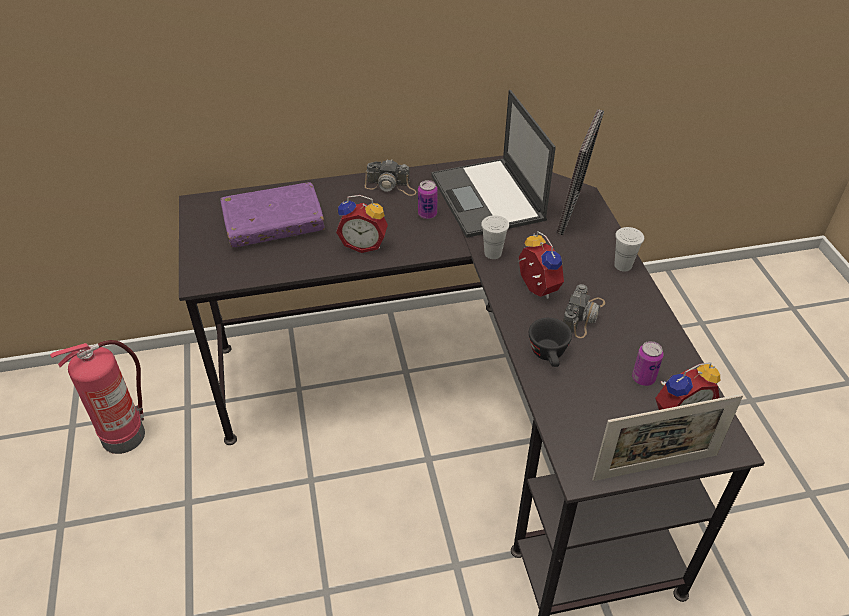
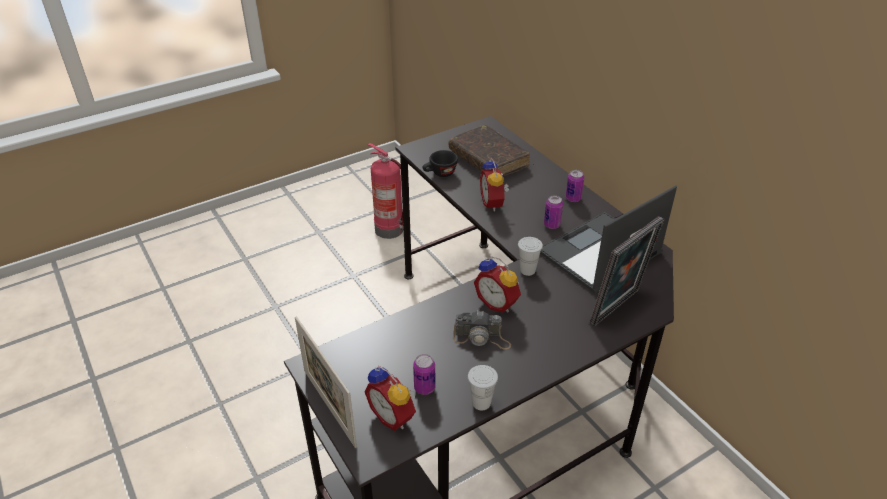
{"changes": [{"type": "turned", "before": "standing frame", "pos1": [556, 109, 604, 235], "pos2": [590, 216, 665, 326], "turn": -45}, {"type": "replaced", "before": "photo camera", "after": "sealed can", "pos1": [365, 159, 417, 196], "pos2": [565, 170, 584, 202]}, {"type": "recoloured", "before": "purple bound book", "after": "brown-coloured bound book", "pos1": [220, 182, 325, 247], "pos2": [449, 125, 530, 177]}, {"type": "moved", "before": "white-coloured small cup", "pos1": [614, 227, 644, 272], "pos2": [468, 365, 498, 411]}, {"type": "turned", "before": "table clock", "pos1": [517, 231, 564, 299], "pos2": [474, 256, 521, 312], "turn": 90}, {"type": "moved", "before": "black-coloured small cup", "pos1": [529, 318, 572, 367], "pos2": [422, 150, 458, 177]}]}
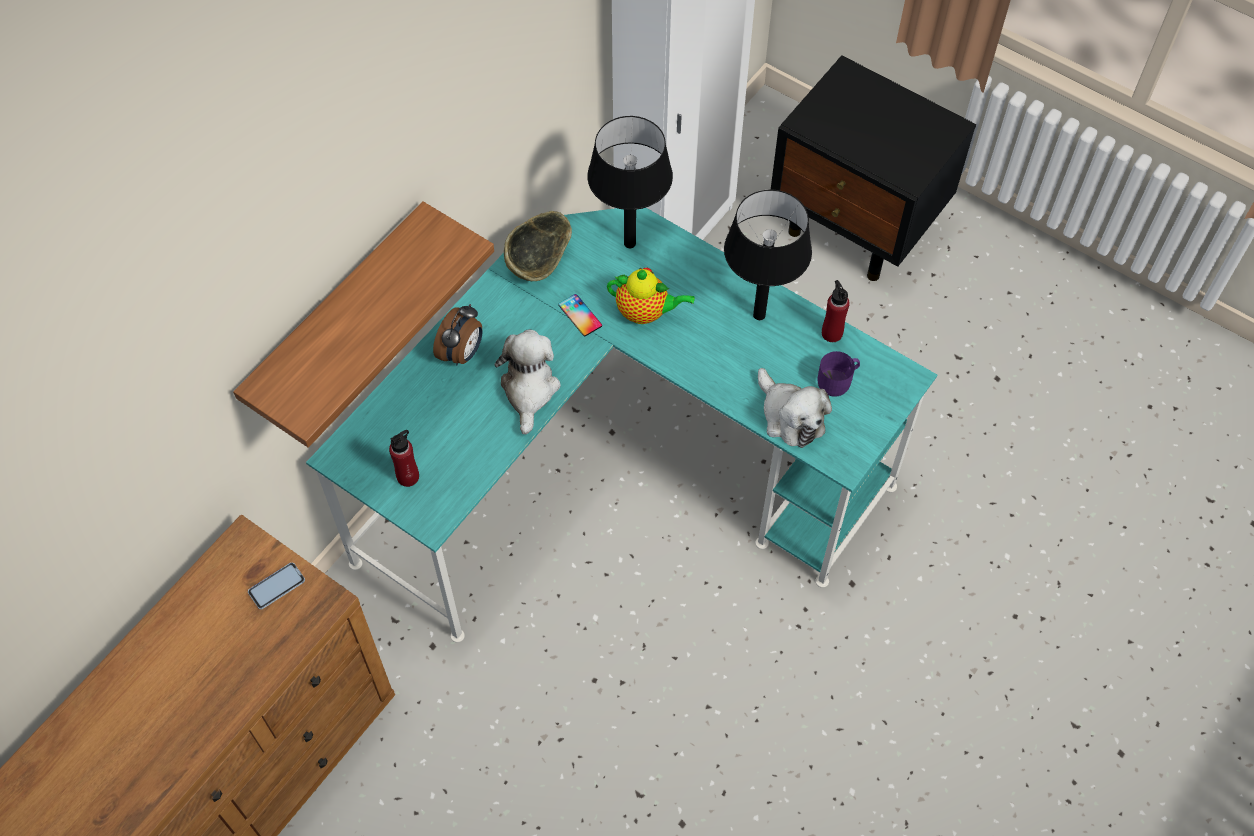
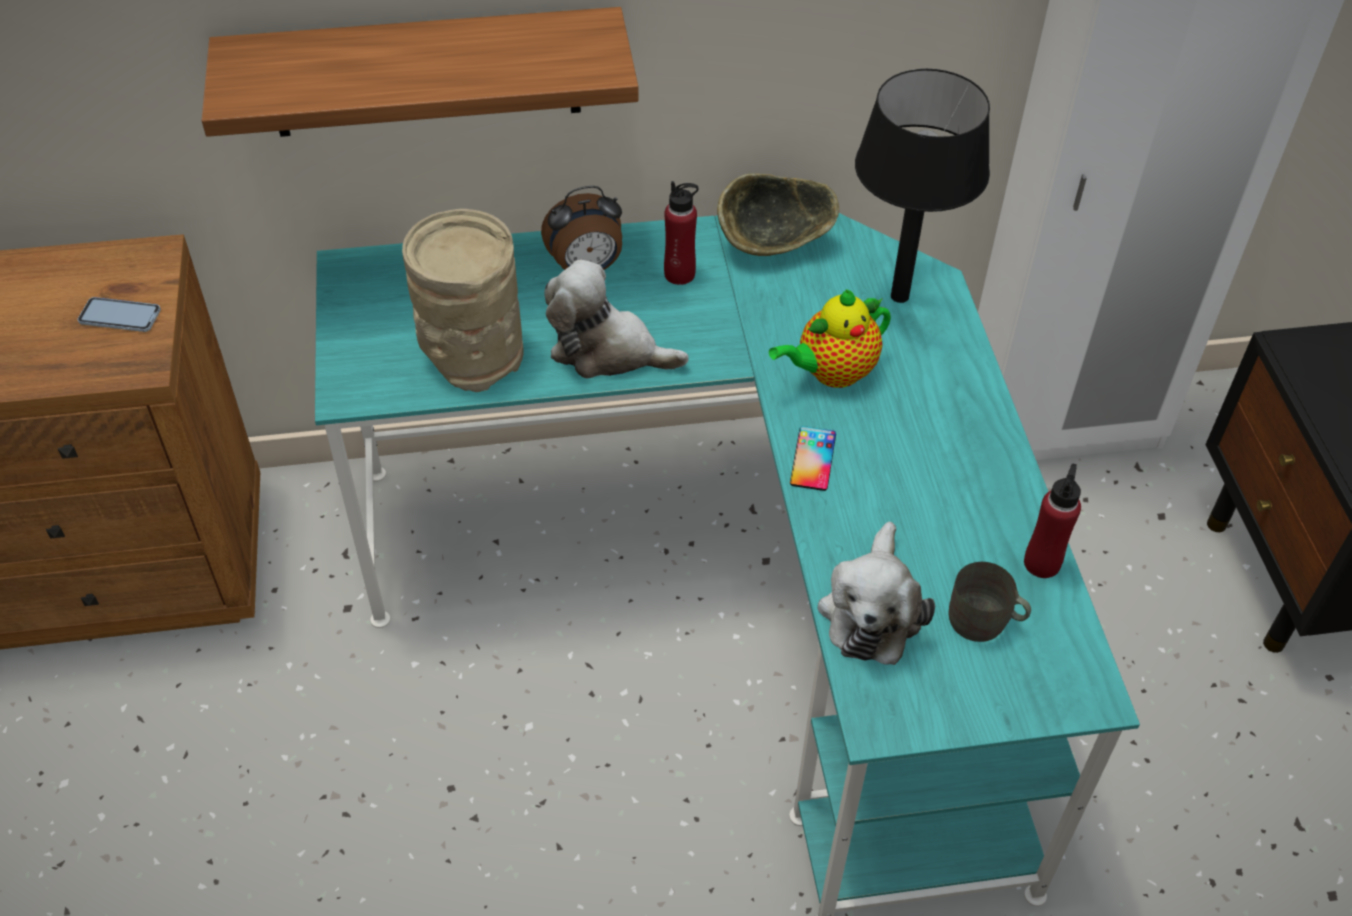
{"changes": [{"type": "removed", "before": "black-coloured tabletop lamp", "pos1": [724, 190, 812, 320]}, {"type": "turned", "before": "teapot", "pos1": [607, 268, 695, 324], "pos2": [769, 289, 891, 388], "turn": 90}, {"type": "moved", "before": "phone", "pos1": [558, 294, 602, 336], "pos2": [790, 426, 836, 491]}, {"type": "turned", "before": "cuddly toy", "pos1": [494, 329, 561, 435], "pos2": [544, 260, 689, 378], "turn": -120}, {"type": "recoloured", "before": "purple tea mug", "after": "greyish tea mug", "pos1": [818, 351, 860, 397], "pos2": [948, 562, 1031, 642]}, {"type": "moved", "before": "red-coloured beverage bottle", "pos1": [389, 430, 419, 487], "pos2": [664, 181, 699, 285]}, {"type": "added", "after": "beige vase", "pos2": [402, 209, 524, 392]}]}
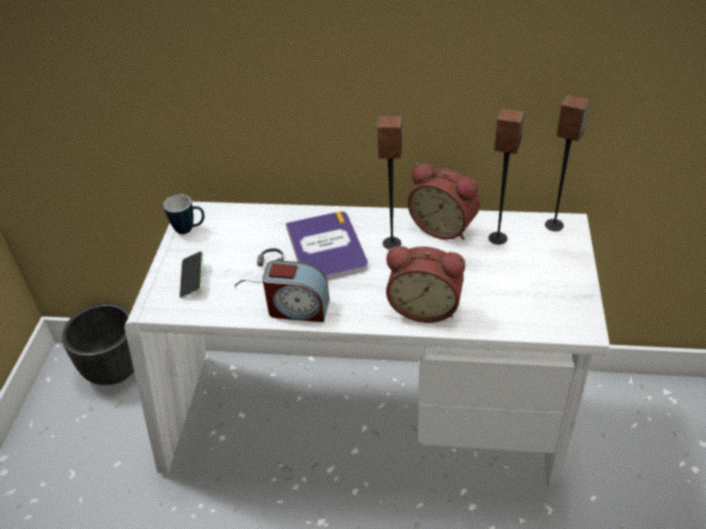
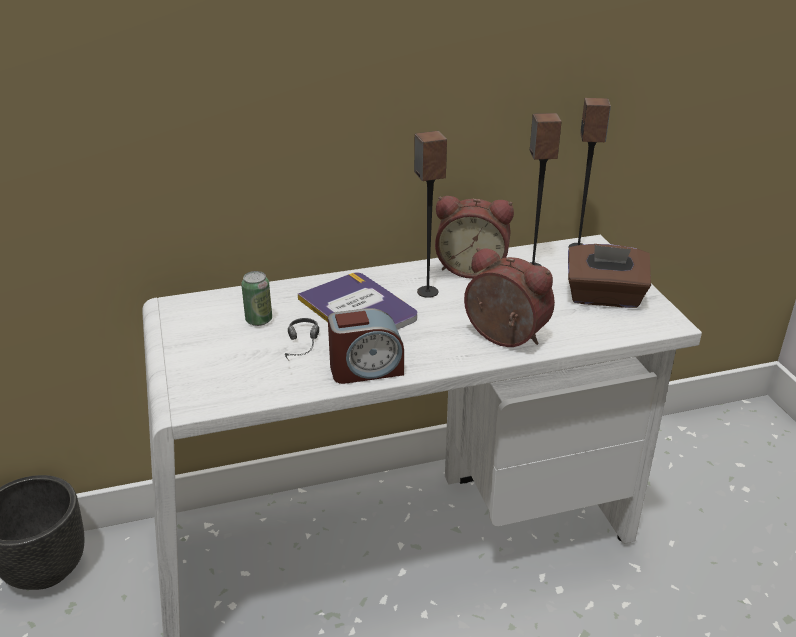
{"changes": [{"type": "removed", "before": "tea mug", "pos1": [163, 195, 204, 234]}, {"type": "turned", "before": "table clock", "pos1": [386, 246, 465, 323], "pos2": [464, 247, 555, 347], "turn": -135}, {"type": "removed", "before": "phone", "pos1": [180, 251, 203, 299]}, {"type": "added", "after": "brown-coloured tissue box", "pos2": [568, 244, 651, 308]}, {"type": "added", "after": "sealed can", "pos2": [241, 271, 272, 326]}]}
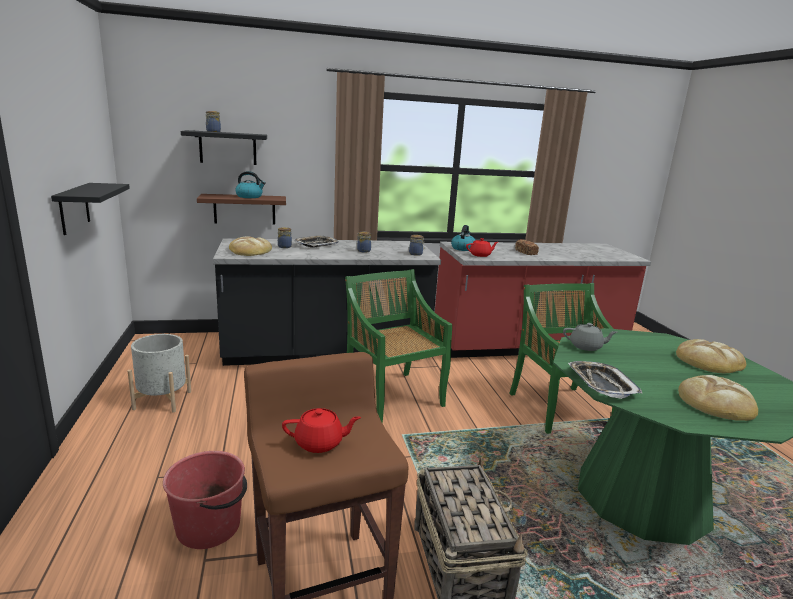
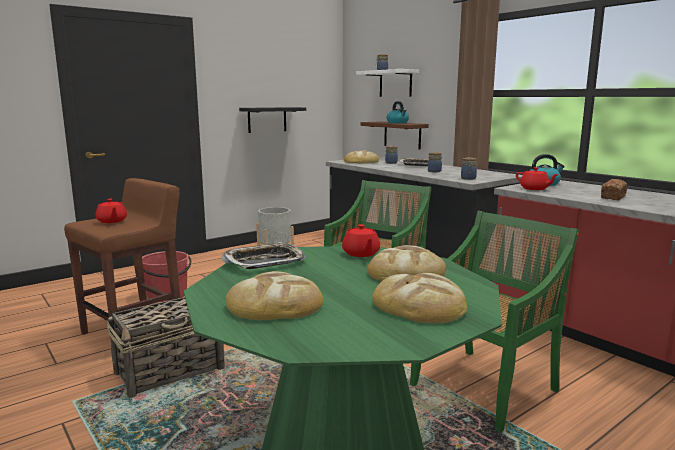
{"changes": [{"type": "recoloured", "before": "black-coloured wall shelf", "after": "white-coloured wall shelf", "pos1": [181, 130, 267, 165], "pos2": [356, 69, 419, 97]}, {"type": "recoloured", "before": "greyish teapot", "after": "red-coloured teapot", "pos1": [563, 323, 618, 351], "pos2": [342, 224, 380, 257]}, {"type": "added", "after": "bakery bread", "pos2": [367, 245, 446, 281]}]}
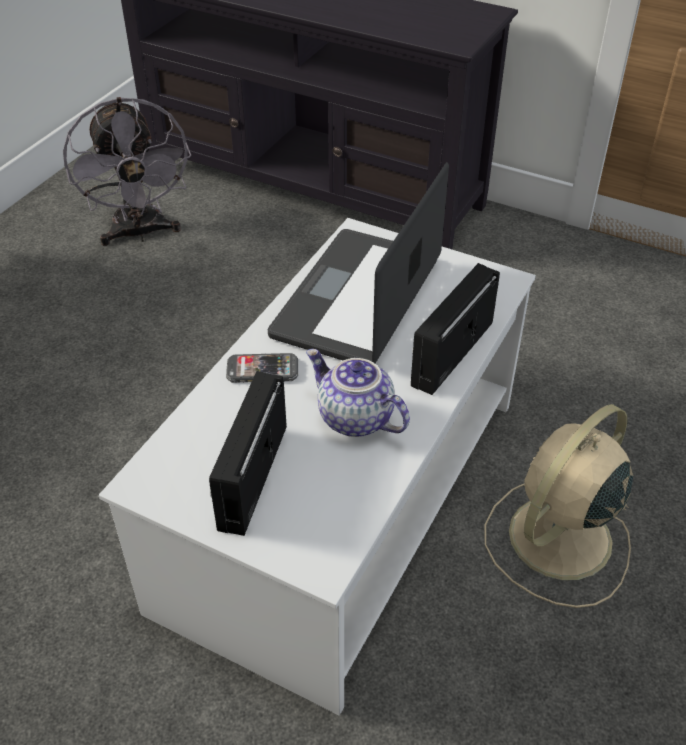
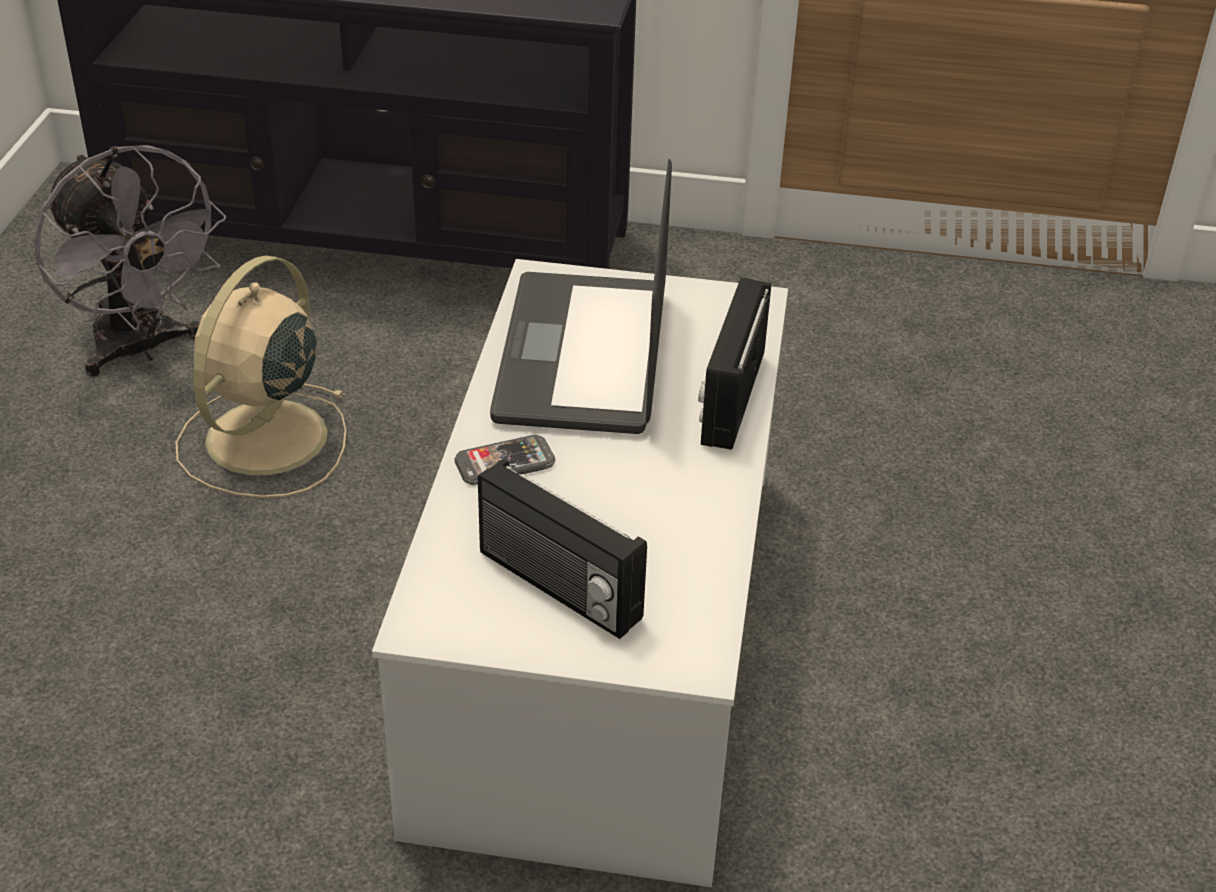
{"changes": [{"type": "removed", "before": "teapot", "pos1": [306, 349, 410, 437]}, {"type": "turned", "before": "radio receiver", "pos1": [209, 371, 287, 536], "pos2": [478, 458, 647, 639], "turn": -45}, {"type": "moved", "before": "beige fan", "pos1": [484, 404, 633, 608], "pos2": [175, 255, 347, 498]}]}
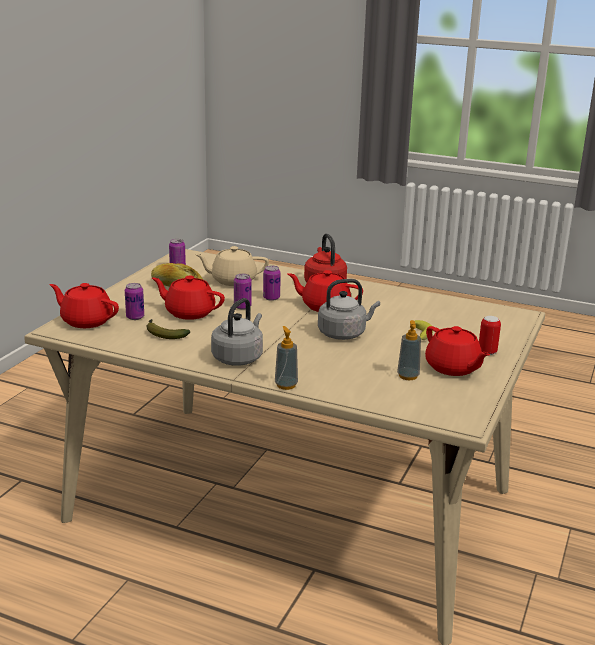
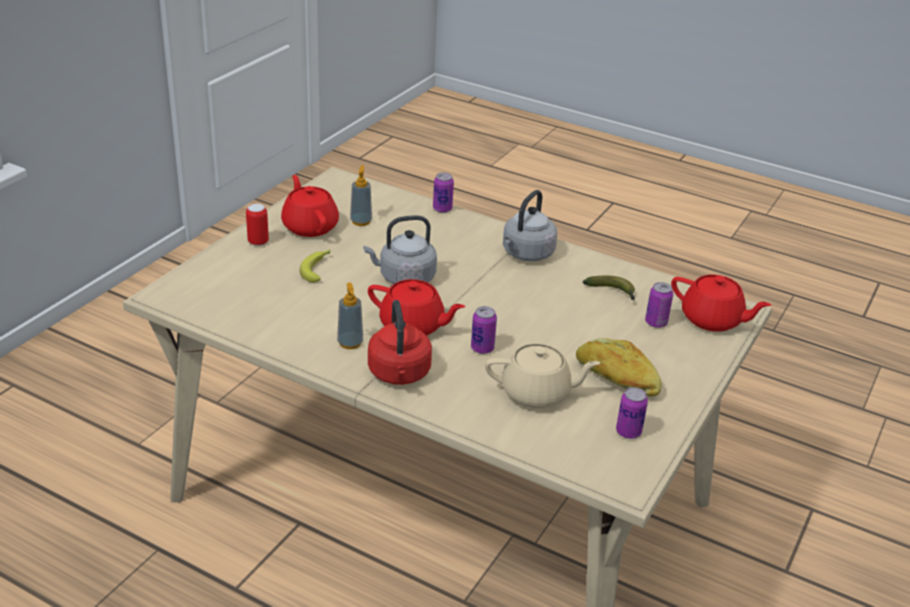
{"changes": [{"type": "moved", "before": "sealed can", "pos1": [234, 274, 252, 310], "pos2": [433, 173, 454, 213]}, {"type": "removed", "before": "red-coloured teapot", "pos1": [152, 276, 225, 320]}, {"type": "moved", "before": "soap bottle", "pos1": [275, 326, 298, 390], "pos2": [337, 283, 363, 349]}]}
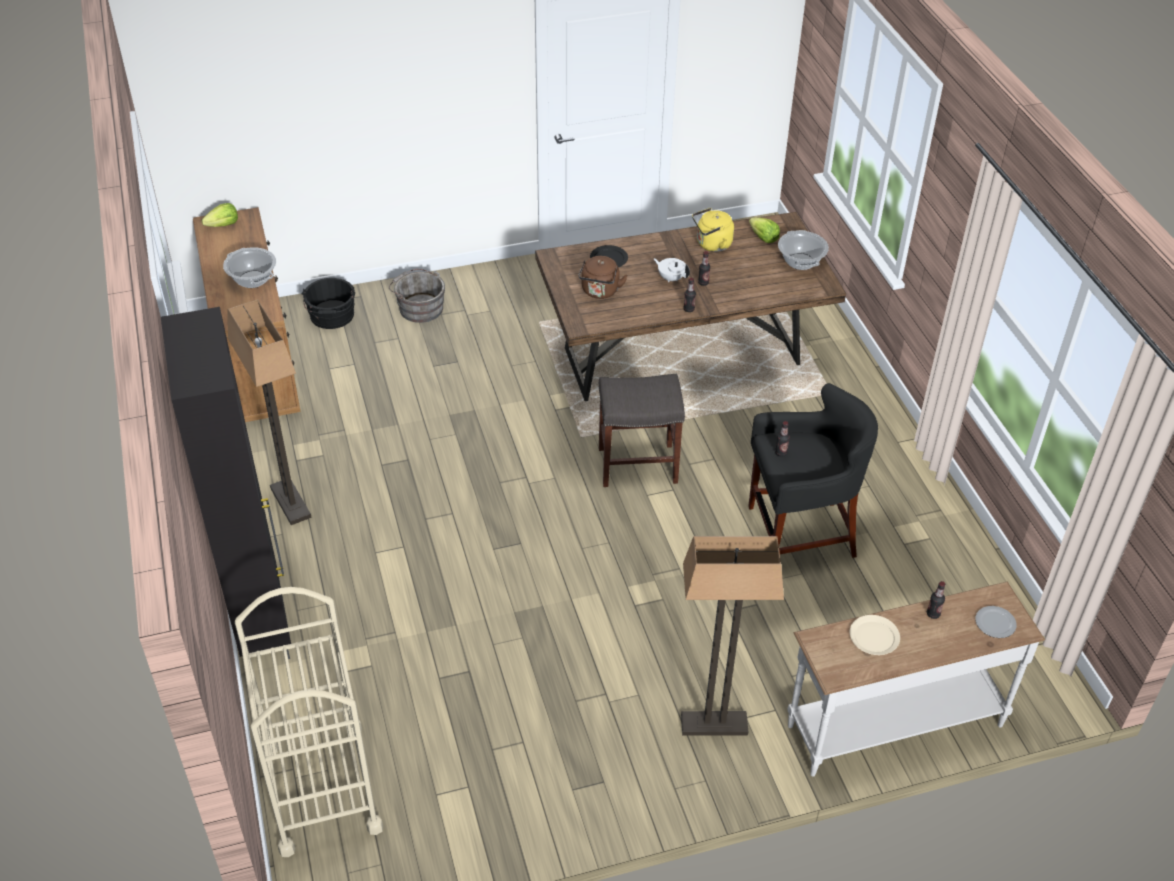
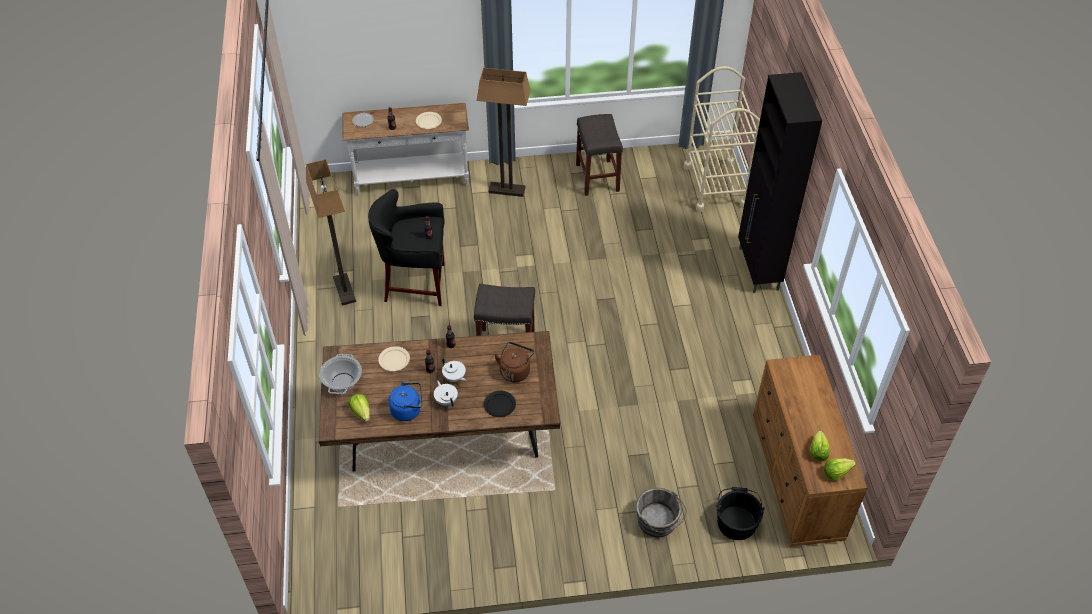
{"changes": [{"type": "recoloured", "before": "yellowish tea kettle", "after": "blue-coloured tea kettle", "pos1": [692, 208, 734, 252], "pos2": [388, 381, 422, 421]}, {"type": "removed", "before": "stockpot", "pos1": [223, 247, 276, 288]}, {"type": "moved", "before": "standing lamp", "pos1": [228, 299, 311, 525], "pos2": [306, 159, 356, 306]}, {"type": "added", "after": "greyish stool seat", "pos2": [576, 114, 623, 196]}, {"type": "added", "after": "beige flat dish", "pos2": [378, 346, 410, 371]}, {"type": "added", "after": "white-coloured teapot", "pos2": [434, 380, 458, 407]}, {"type": "added", "after": "lettuce", "pos2": [810, 431, 830, 461]}]}
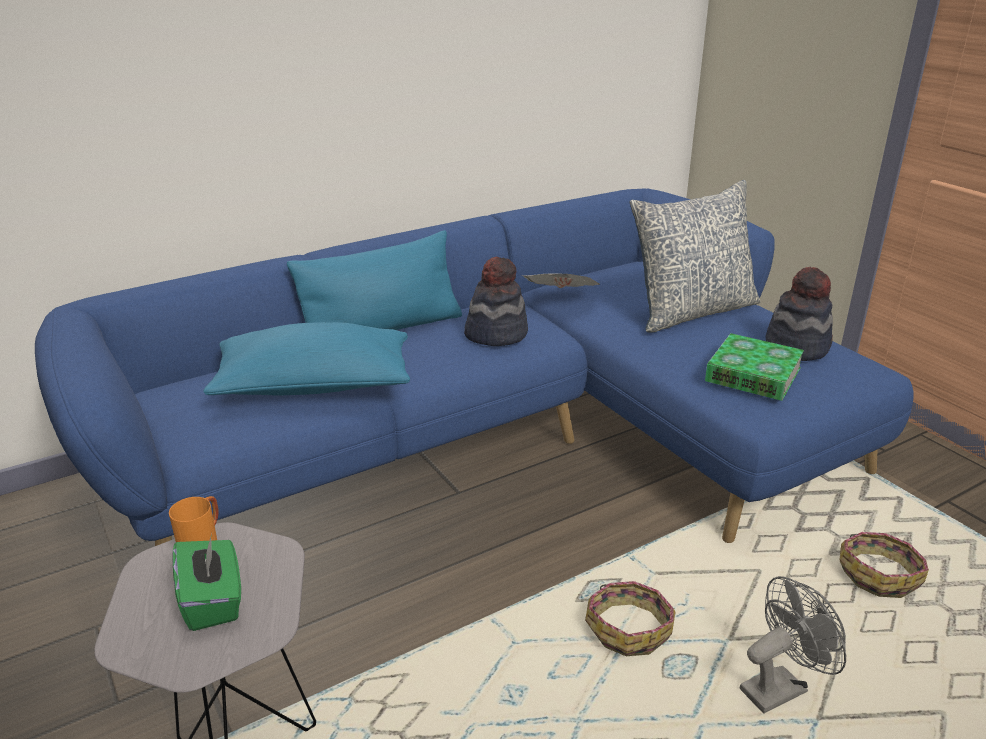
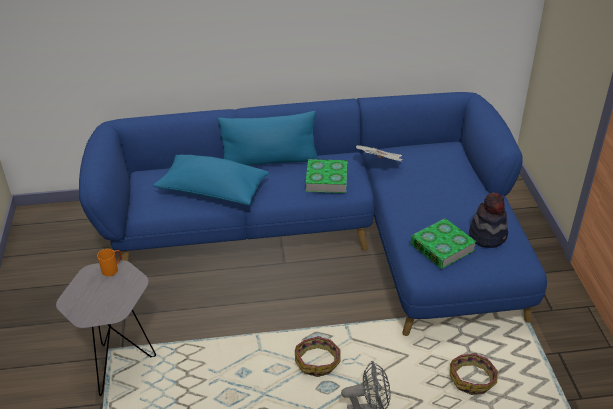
{"changes": [{"type": "removed", "before": "cushion", "pos1": [629, 180, 761, 333]}, {"type": "replaced", "before": "clothing hat", "after": "bound book", "pos1": [464, 257, 528, 346], "pos2": [305, 159, 347, 193]}, {"type": "removed", "before": "green tissue box", "pos1": [173, 533, 241, 631]}]}
